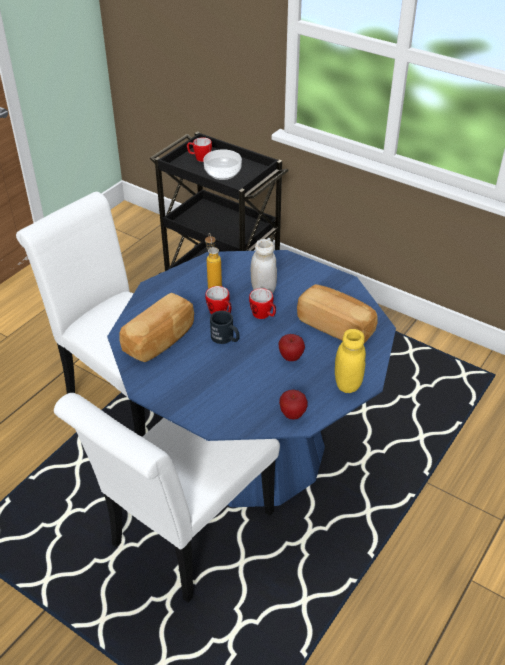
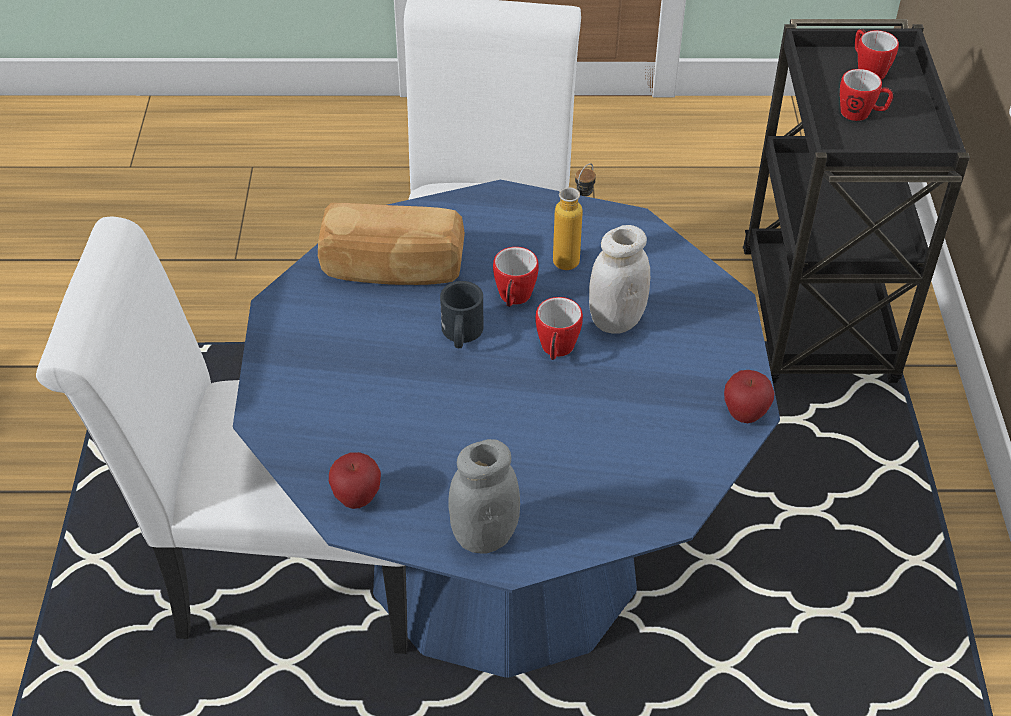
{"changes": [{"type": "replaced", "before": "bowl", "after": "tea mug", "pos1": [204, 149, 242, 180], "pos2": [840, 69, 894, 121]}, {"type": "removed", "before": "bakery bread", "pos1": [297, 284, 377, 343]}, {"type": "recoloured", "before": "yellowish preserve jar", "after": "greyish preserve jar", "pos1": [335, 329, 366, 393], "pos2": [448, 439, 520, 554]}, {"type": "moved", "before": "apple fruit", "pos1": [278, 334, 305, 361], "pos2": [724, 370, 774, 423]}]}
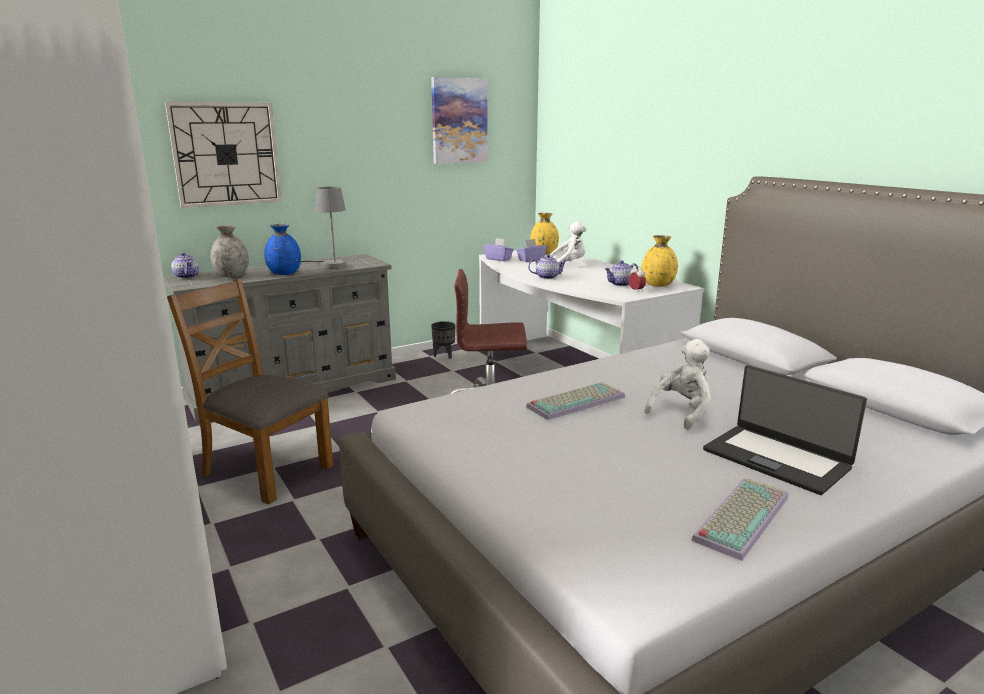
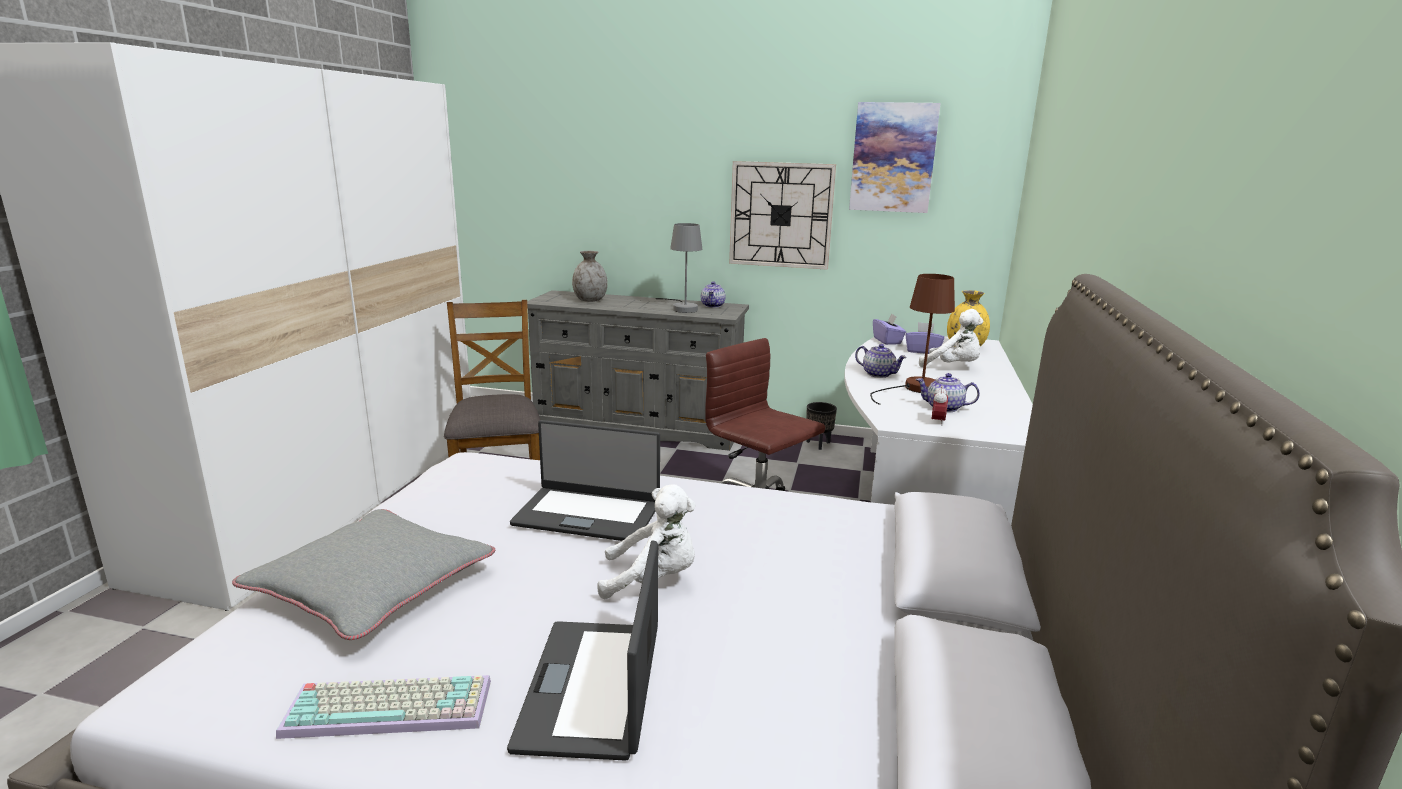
{"changes": [{"type": "moved", "before": "clock on the wall", "pos1": [165, 102, 282, 208], "pos2": [729, 161, 836, 270]}, {"type": "removed", "before": "blue-coloured vase", "pos1": [264, 224, 301, 275]}, {"type": "removed", "before": "yellowish vase", "pos1": [641, 235, 678, 287]}, {"type": "moved", "before": "teapot", "pos1": [171, 252, 199, 279], "pos2": [701, 281, 726, 308]}, {"type": "replaced", "before": "computer keyboard", "after": "portable computer", "pos1": [526, 382, 625, 420], "pos2": [510, 420, 660, 541]}, {"type": "added", "after": "brown-coloured tabletop lamp", "pos2": [870, 274, 955, 405]}, {"type": "added", "after": "greyish cushion", "pos2": [232, 509, 495, 640]}]}
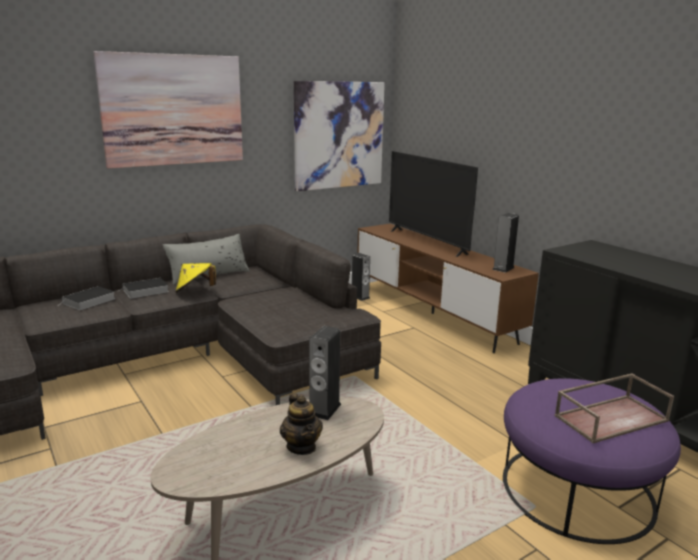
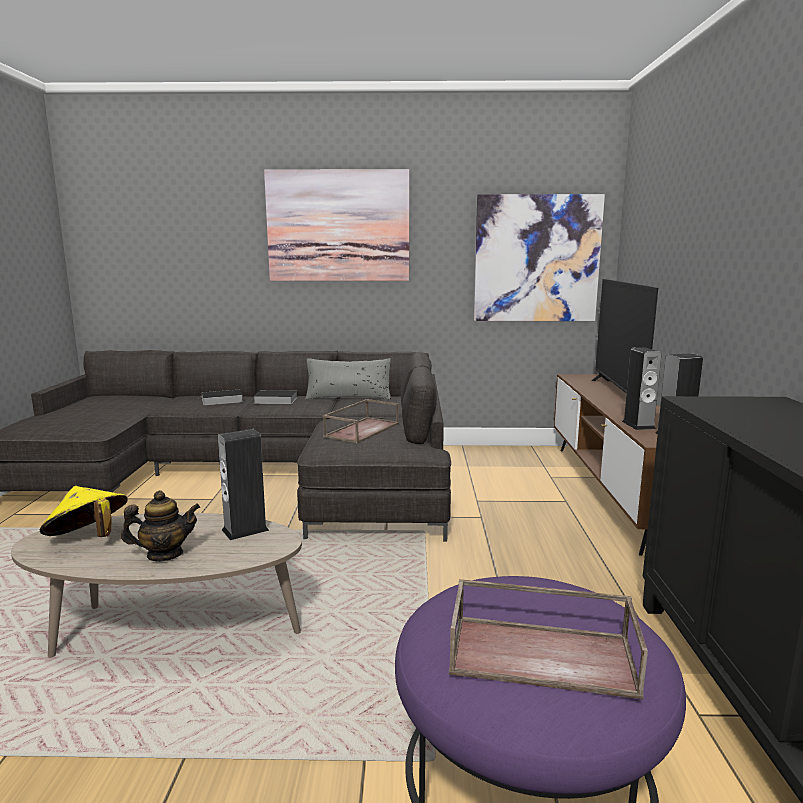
{"changes": [{"type": "moved", "before": "speaker", "pos1": [352, 253, 370, 301], "pos2": [622, 347, 662, 430]}, {"type": "moved", "before": "yellowish clothing hat", "pos1": [175, 263, 216, 293], "pos2": [40, 486, 128, 537]}, {"type": "turned", "before": "teapot", "pos1": [280, 393, 323, 455], "pos2": [121, 490, 200, 562], "turn": -120}, {"type": "added", "after": "brown-coloured tray", "pos2": [323, 399, 399, 443]}]}
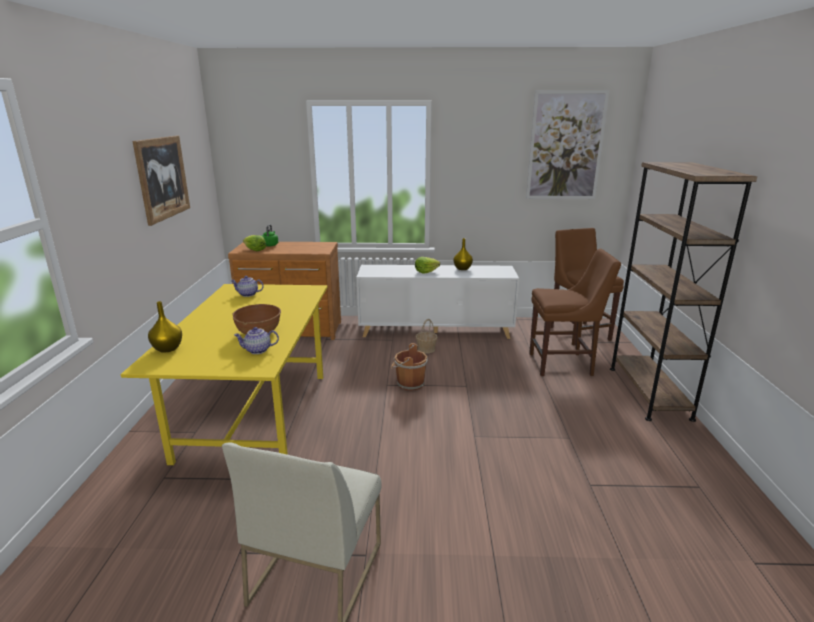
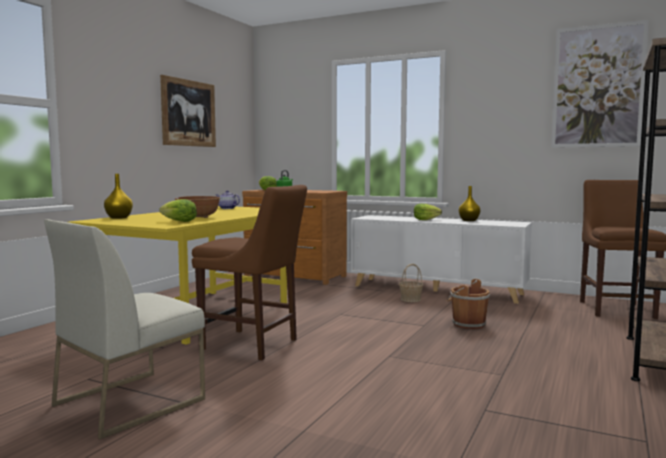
{"changes": [{"type": "moved", "before": "brown-coloured plain chair", "pos1": [529, 249, 621, 376], "pos2": [192, 185, 307, 360]}, {"type": "replaced", "before": "teapot", "after": "lettuce", "pos1": [234, 327, 279, 354], "pos2": [159, 199, 197, 222]}, {"type": "moved", "before": "brown-coloured pail", "pos1": [391, 343, 428, 391], "pos2": [446, 279, 490, 329]}]}
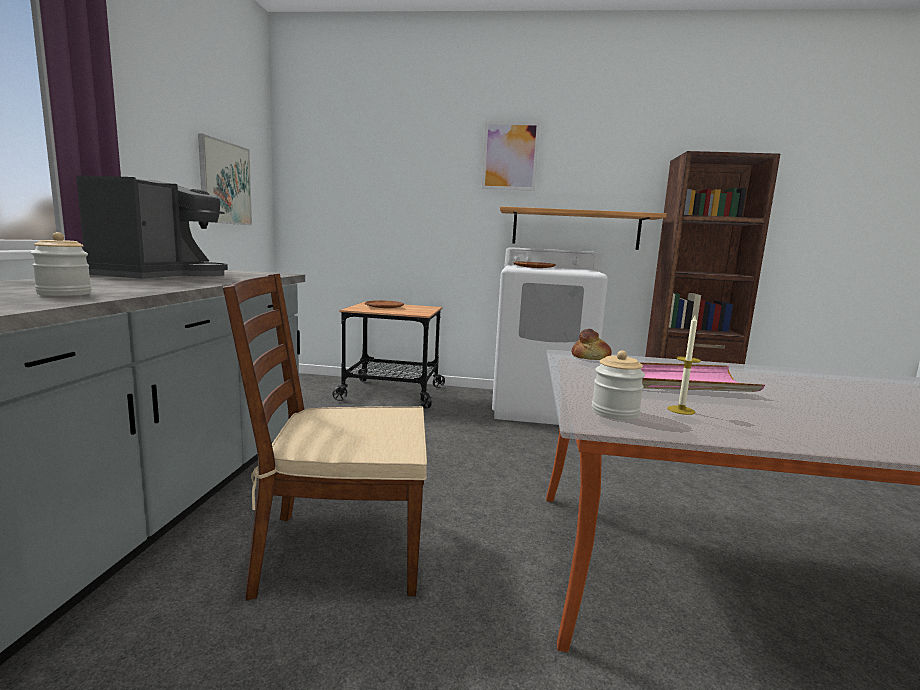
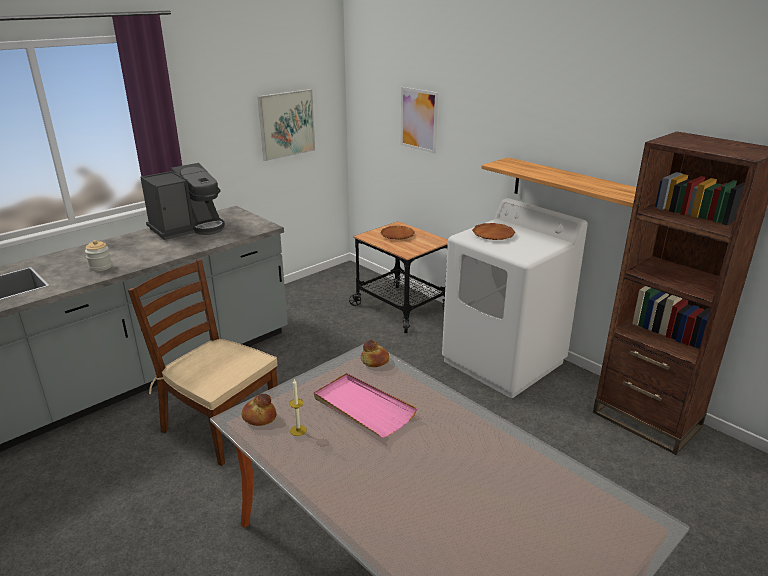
{"changes": [{"type": "moved", "before": "wall art", "pos1": [482, 121, 540, 191], "pos2": [400, 87, 438, 154]}, {"type": "replaced", "before": "preserve jar", "after": "bakery bread", "pos1": [592, 351, 645, 420], "pos2": [242, 394, 276, 426]}]}
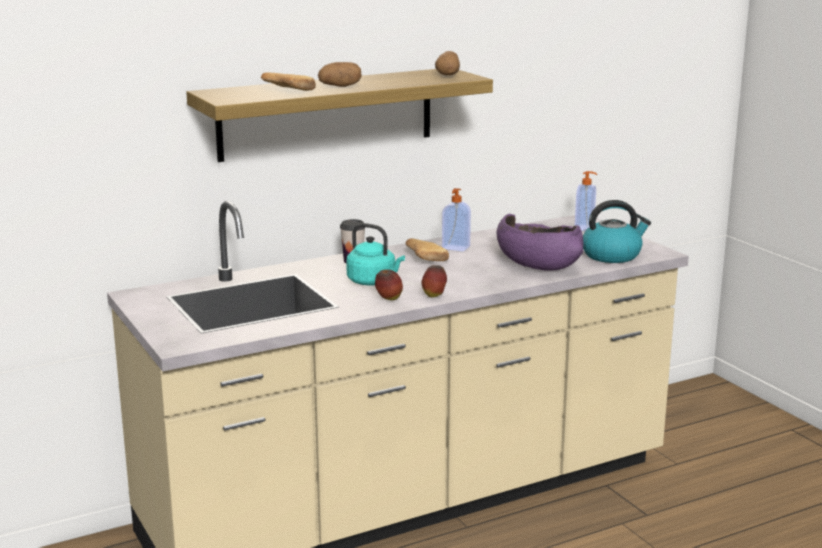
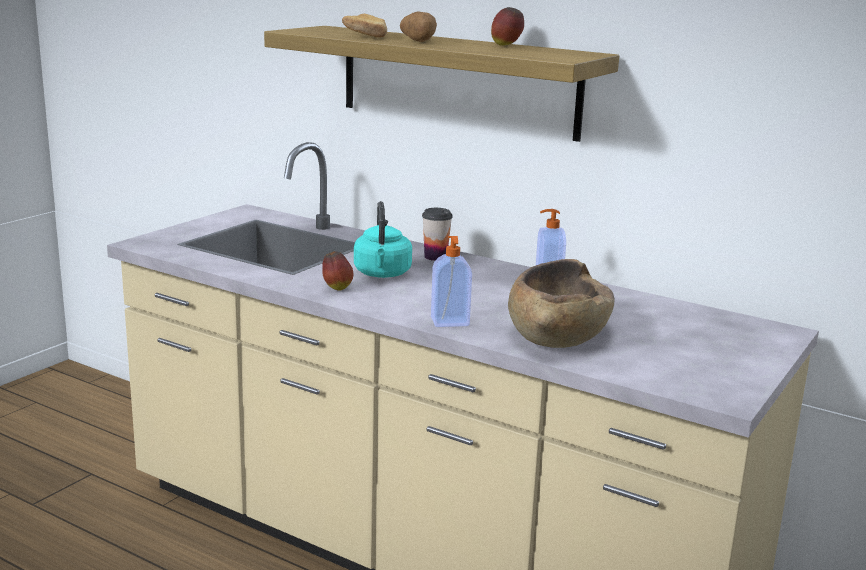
{"changes": [{"type": "removed", "before": "spud", "pos1": [435, 51, 460, 75]}, {"type": "moved", "before": "soap bottle", "pos1": [575, 171, 597, 231], "pos2": [431, 236, 472, 327]}, {"type": "removed", "before": "tea kettle", "pos1": [583, 200, 651, 263]}, {"type": "recoloured", "before": "purple bowl", "after": "brown-coloured bowl", "pos1": [497, 214, 583, 271], "pos2": [508, 259, 615, 348]}, {"type": "removed", "before": "bakery bread", "pos1": [406, 238, 449, 261]}, {"type": "moved", "before": "apple fruit", "pos1": [422, 265, 447, 297], "pos2": [491, 7, 524, 46]}]}
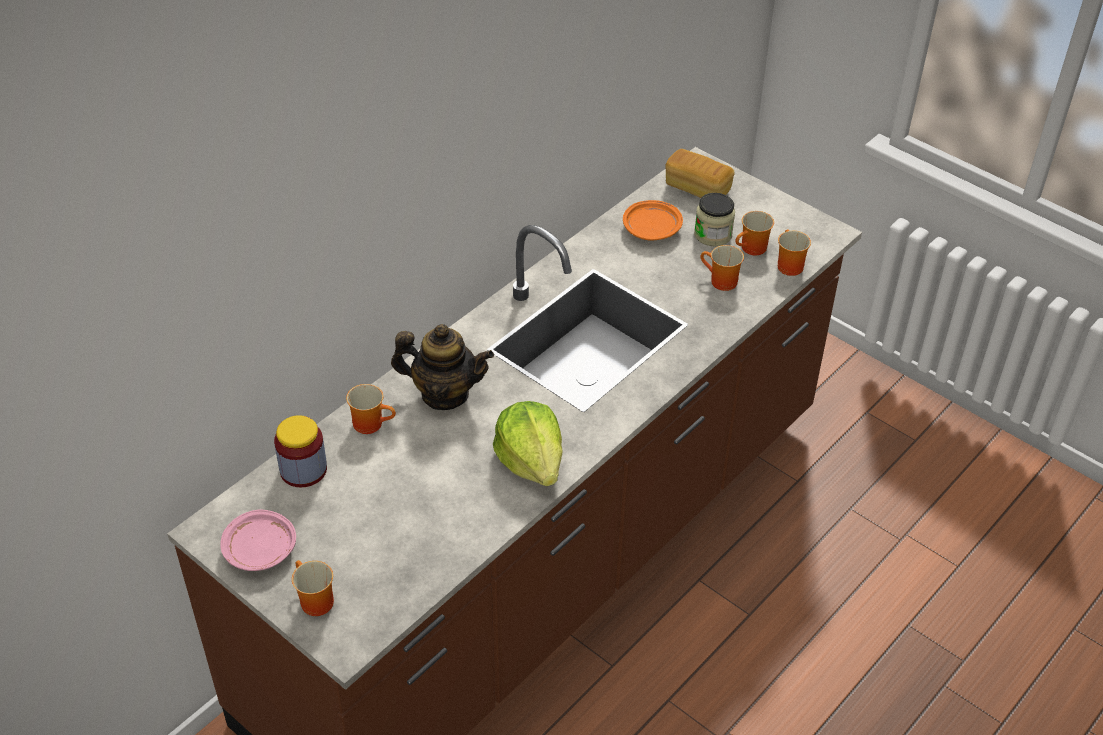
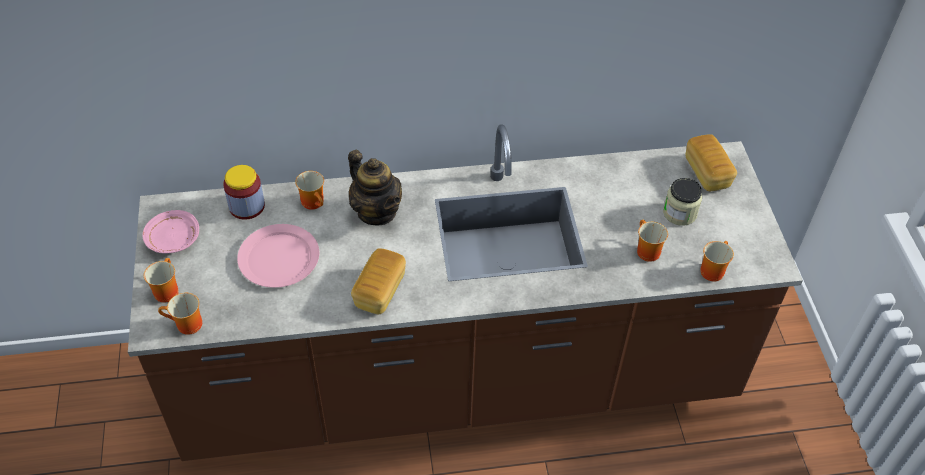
{"changes": [{"type": "removed", "before": "orange-coloured flat dish", "pos1": [623, 200, 683, 240]}, {"type": "moved", "before": "tea mug", "pos1": [735, 211, 774, 255], "pos2": [158, 293, 202, 335]}, {"type": "replaced", "before": "lettuce", "after": "bakery bread", "pos1": [493, 401, 563, 486], "pos2": [351, 248, 406, 314]}, {"type": "added", "after": "pink flat dish", "pos2": [237, 224, 319, 288]}]}
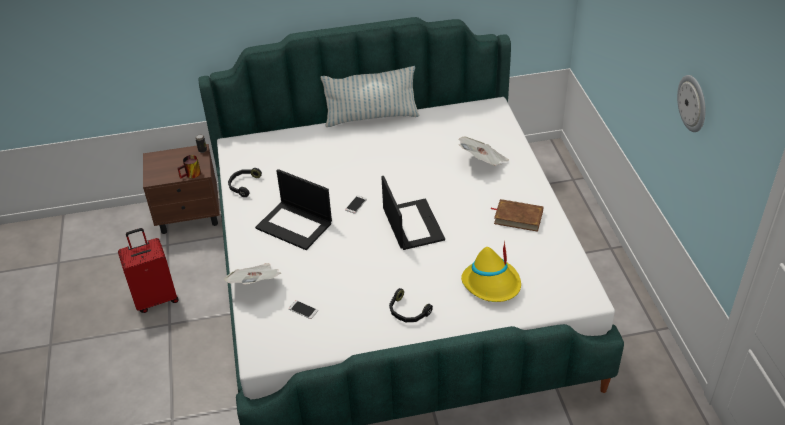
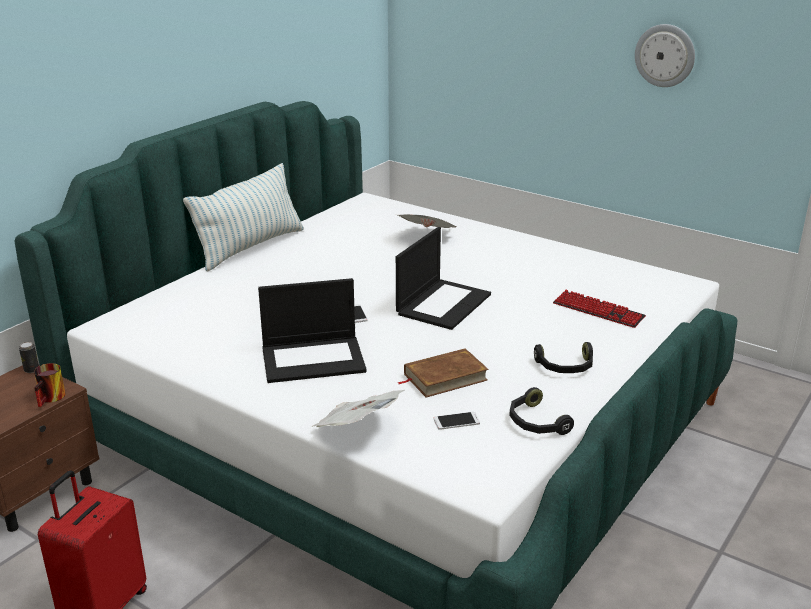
{"changes": [{"type": "moved", "before": "black-coloured pair of headphones", "pos1": [228, 168, 262, 197], "pos2": [509, 387, 574, 435]}, {"type": "turned", "before": "portable computer", "pos1": [381, 176, 445, 250], "pos2": [396, 227, 491, 330], "turn": 90}, {"type": "moved", "before": "brown-coloured bound book", "pos1": [491, 199, 544, 232], "pos2": [397, 348, 489, 397]}, {"type": "replaced", "before": "yellowish clothing hat", "after": "computer keyboard", "pos1": [461, 241, 521, 302], "pos2": [553, 290, 646, 328]}]}
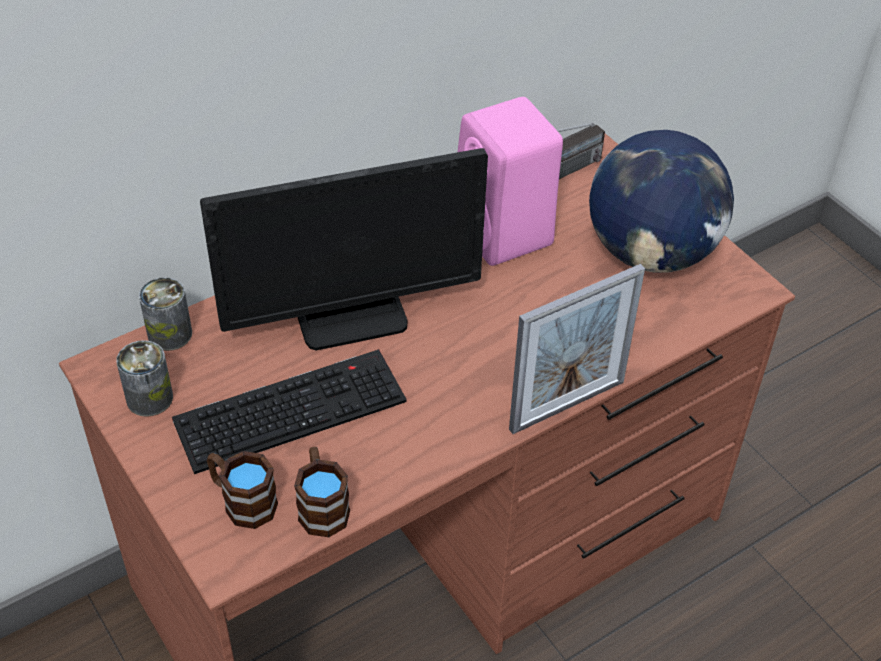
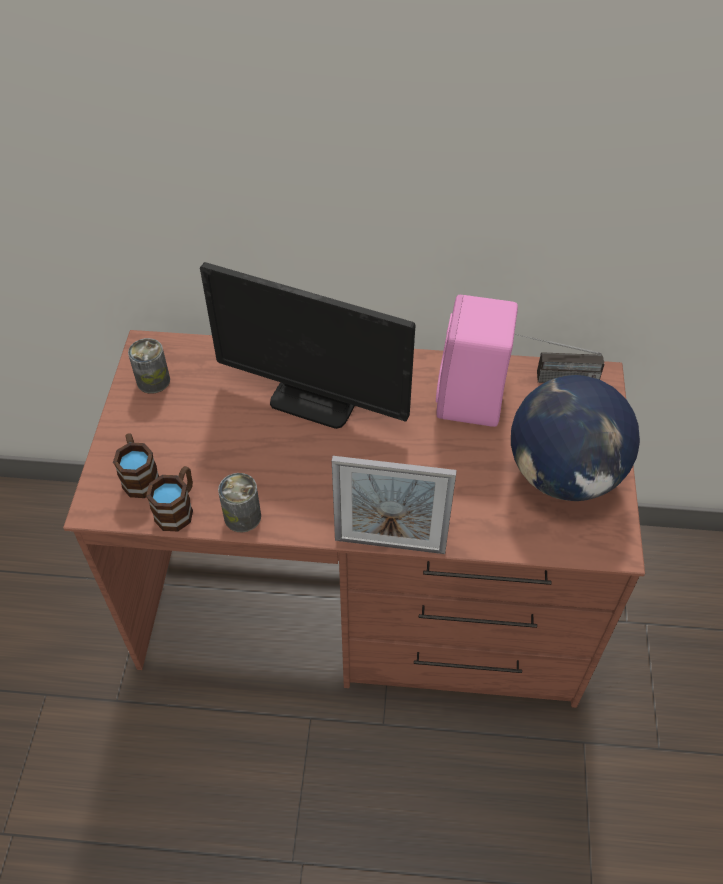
{"changes": [{"type": "moved", "before": "sealed can", "pos1": [139, 277, 192, 351], "pos2": [218, 473, 261, 533]}, {"type": "removed", "before": "computer keyboard", "pos1": [172, 349, 407, 474]}]}
